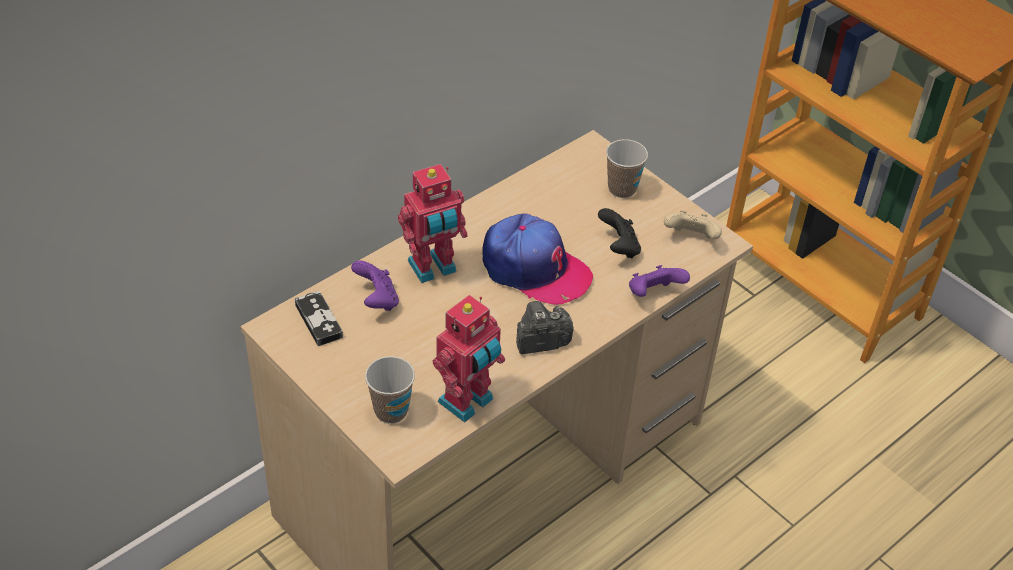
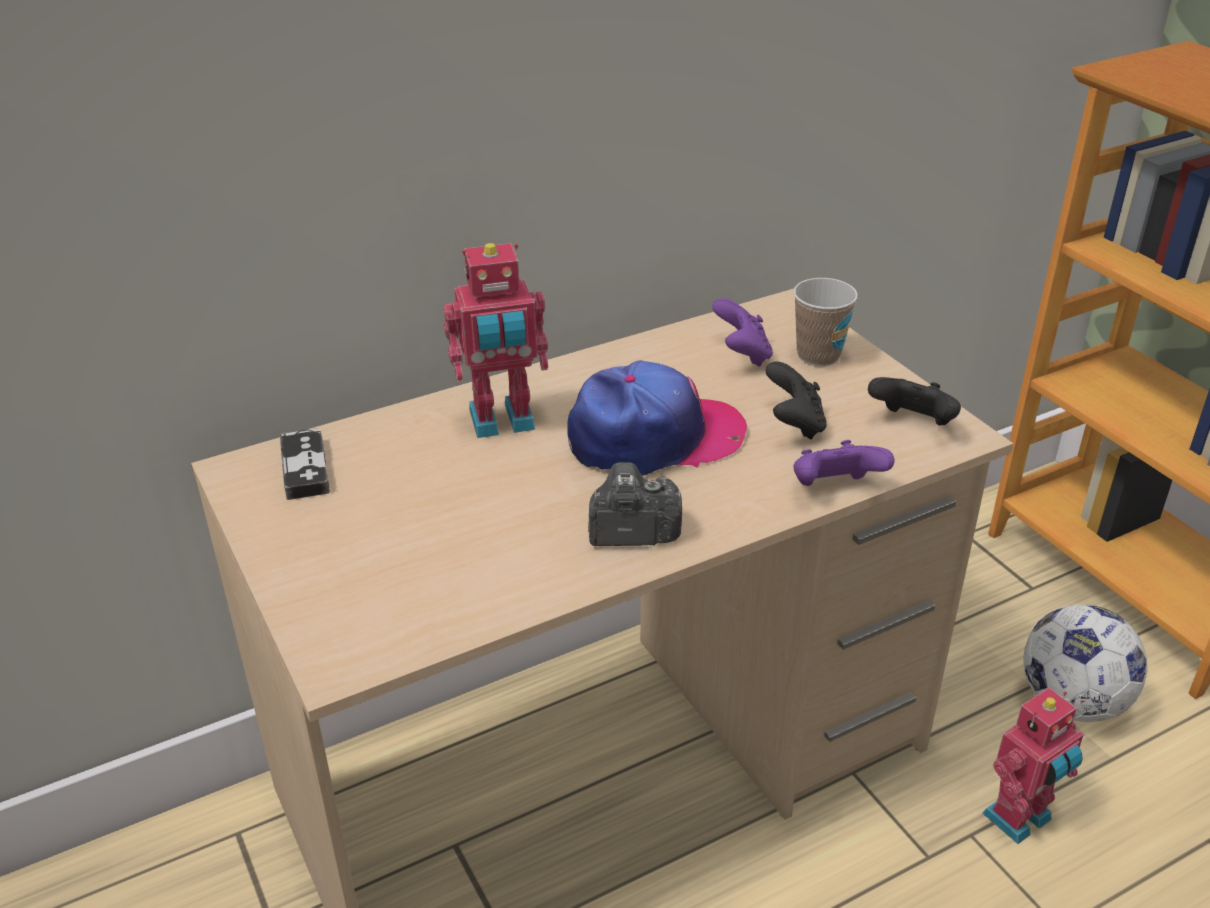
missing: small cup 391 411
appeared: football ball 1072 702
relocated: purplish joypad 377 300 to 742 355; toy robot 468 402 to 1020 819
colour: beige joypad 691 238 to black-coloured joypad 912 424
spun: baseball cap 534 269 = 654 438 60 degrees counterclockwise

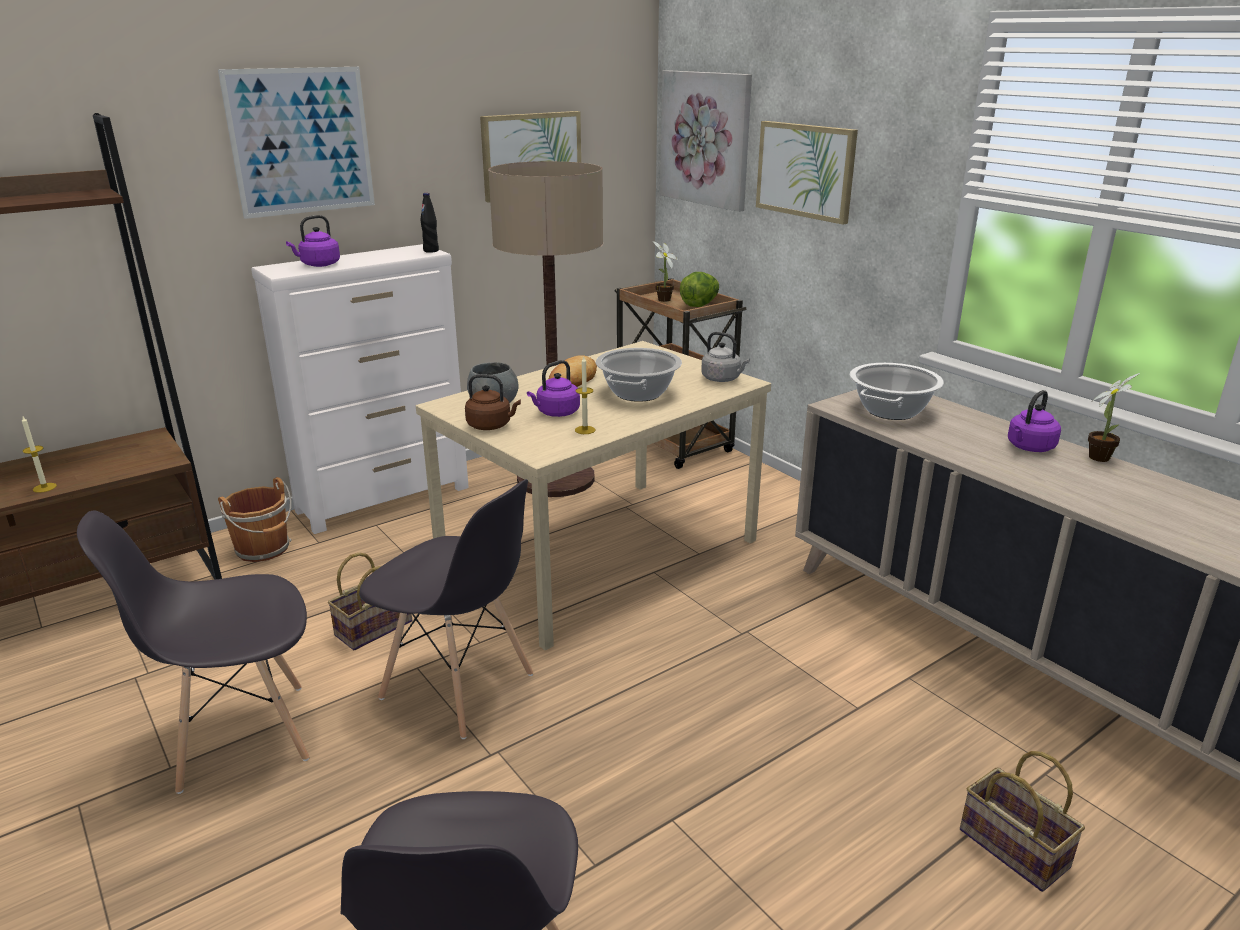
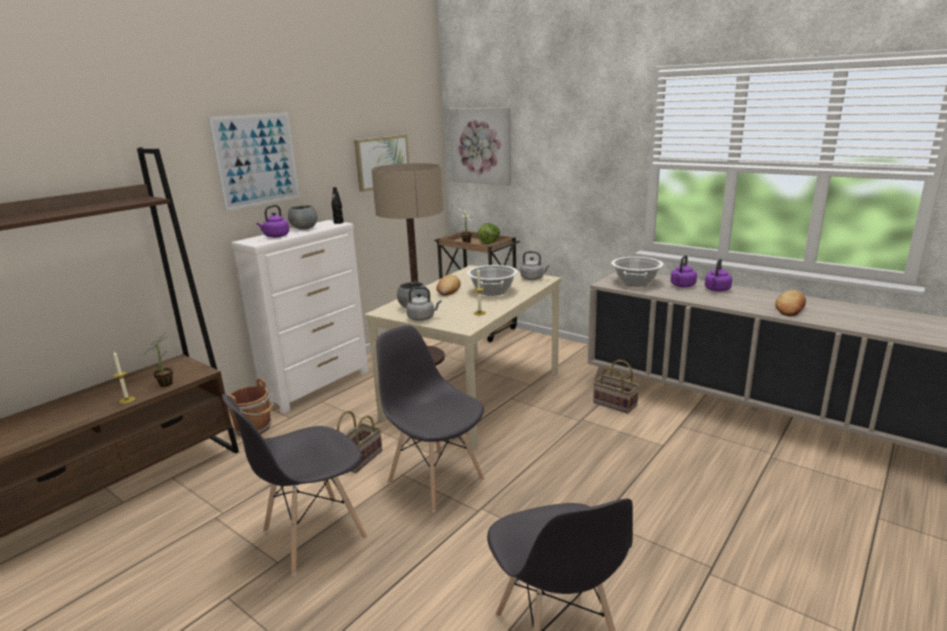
missing: picture 805 170
appeared: grey serving bowl 304 228; baked bread 790 307
relocated: purplish tea kettle 556 413 to 682 286; plant in a pot 1100 456 to 168 383; basket 1010 847 to 613 404
colour: brown-coloured tea kettle 491 426 to grey tea kettle 422 318
spun: grey upright chair 458 687 = 435 480 150 degrees counterclockwise

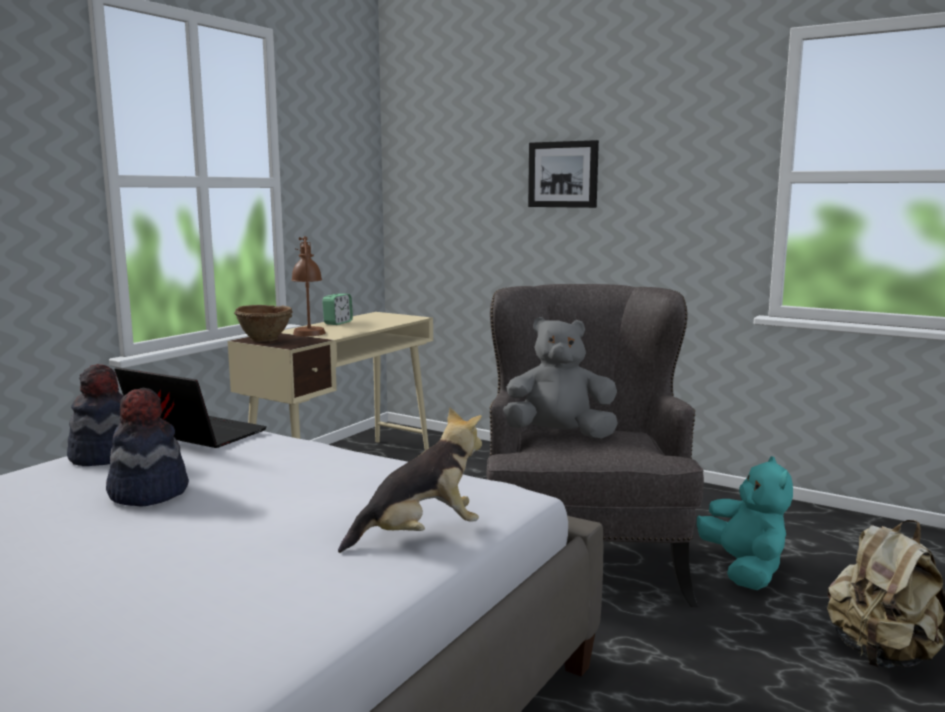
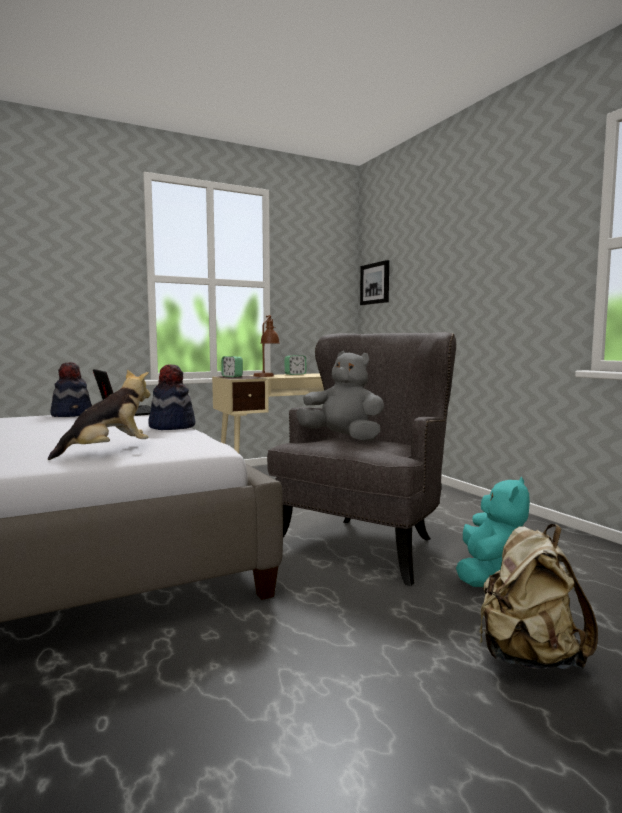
relocated: picture 563 174 to 375 283; wearable hat 147 492 to 171 427
exchanged: brown-coloured serving bowl 265 339 to table clock 232 376
spun: cuddly toy 420 535 = 108 451 45 degrees counterclockwise

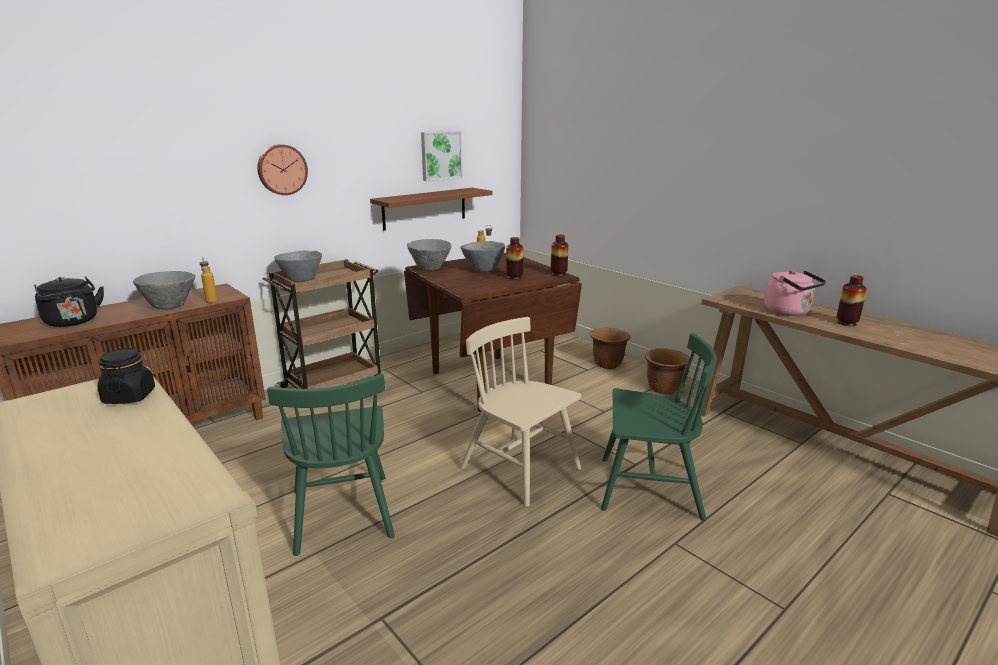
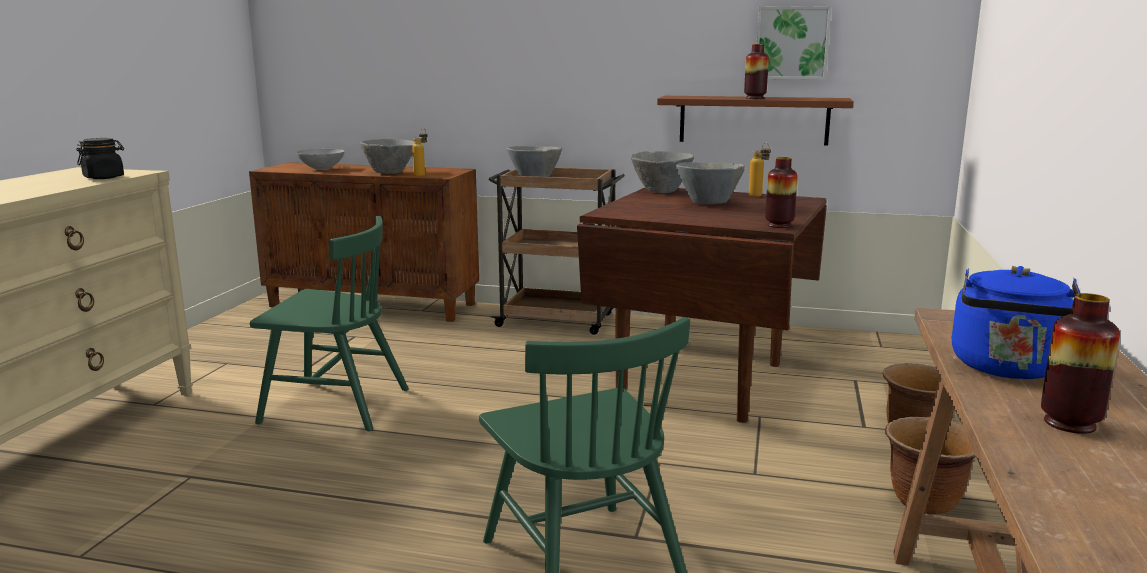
missing: clock on the wall 281 169; beige upright chair 520 469
relocated: decorative vase 514 277 to 755 98
exchanged: black-coloured tea kettle 73 322 to grey serving bowl 321 169
colour: pinkish tea kettle 789 312 to bluish tea kettle 1008 369
spun: green-coloured upright chair 342 513 = 334 405 120 degrees counterclockwise

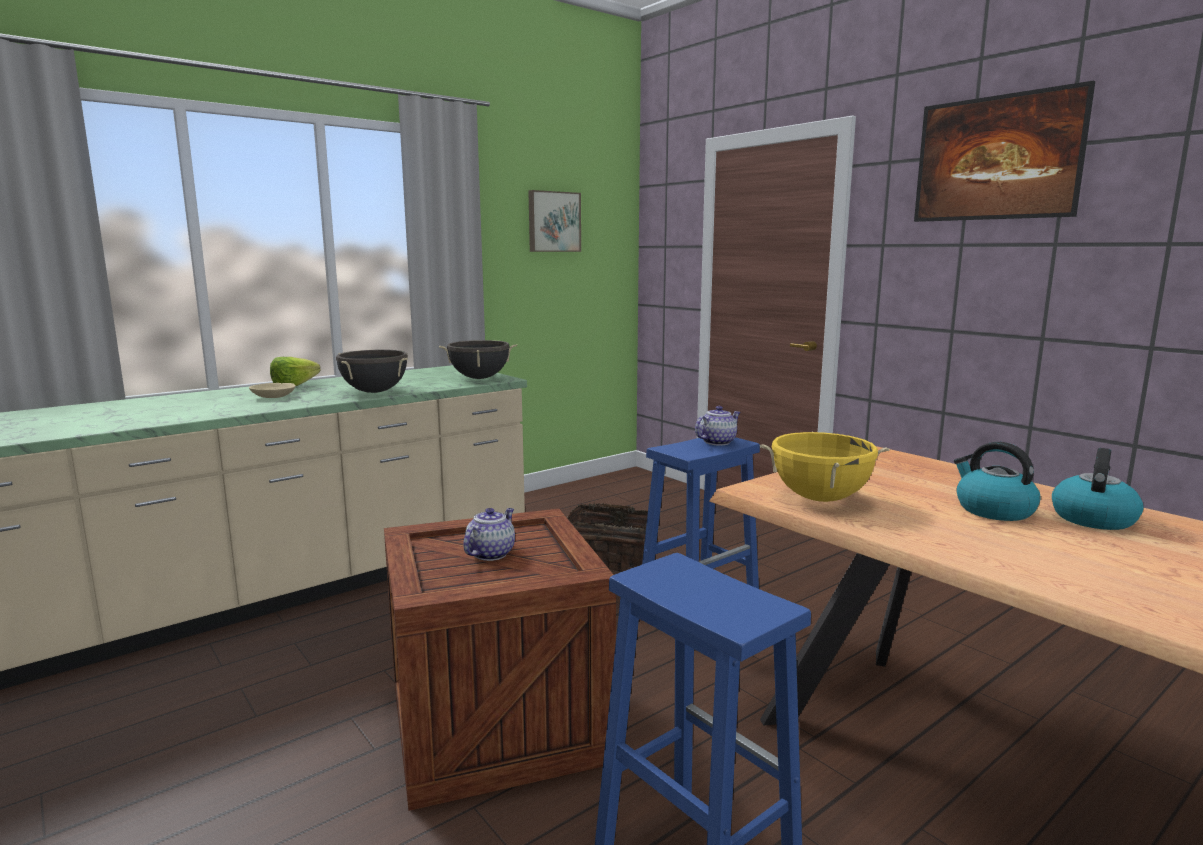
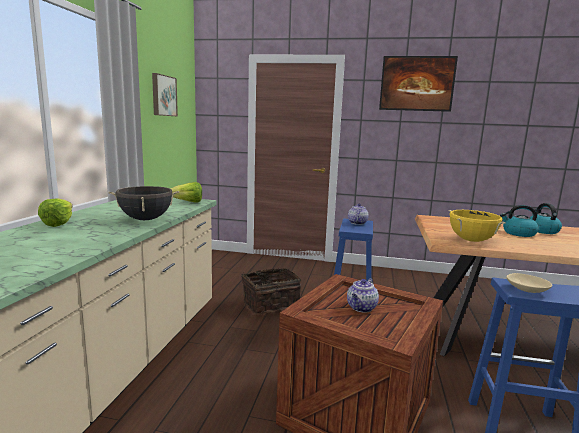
relocated: beige serving bowl 274 396 to 526 289
exchanged: black-coloured cooking pot 479 378 to lettuce head 185 202
spun: teapot 490 553 = 361 308 135 degrees counterclockwise

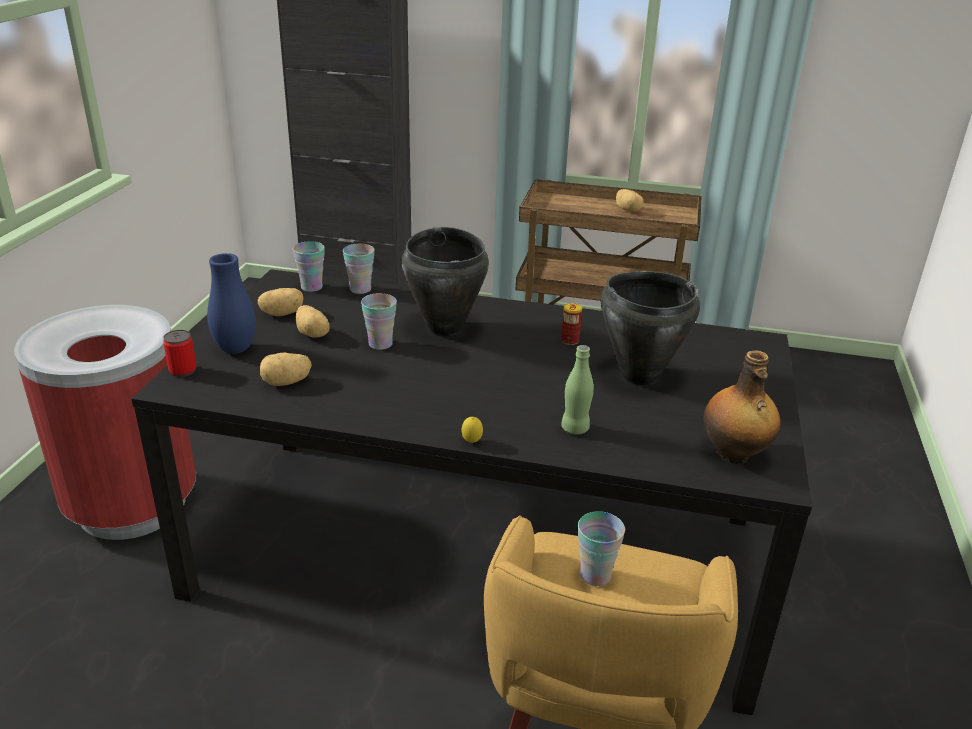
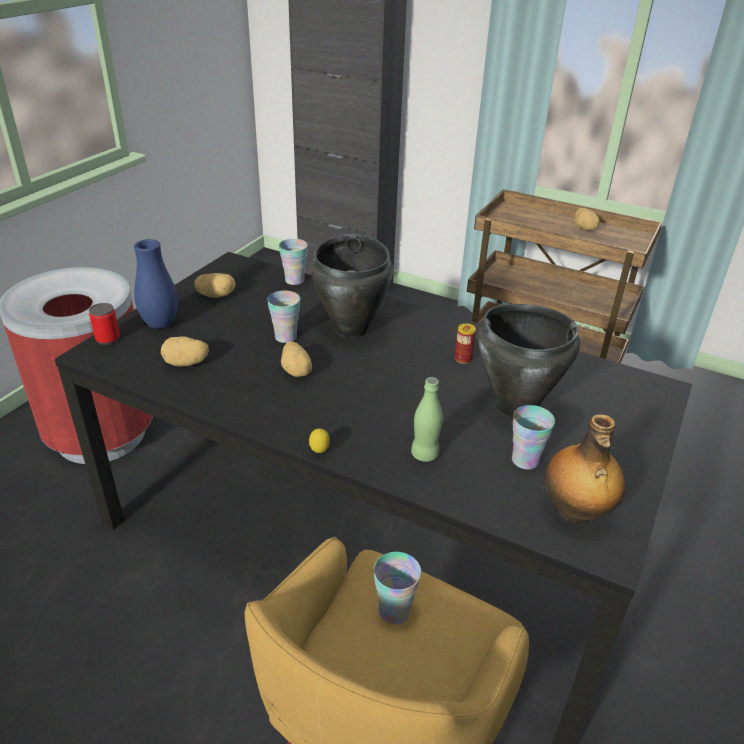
relocated: small cup 311 287 to 525 460; whole potato 313 334 to 297 371

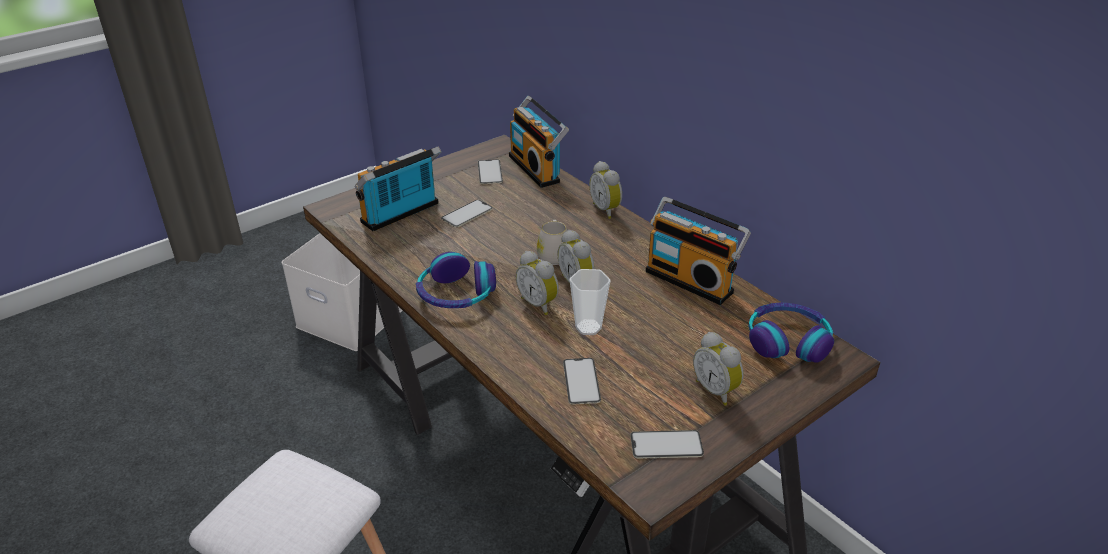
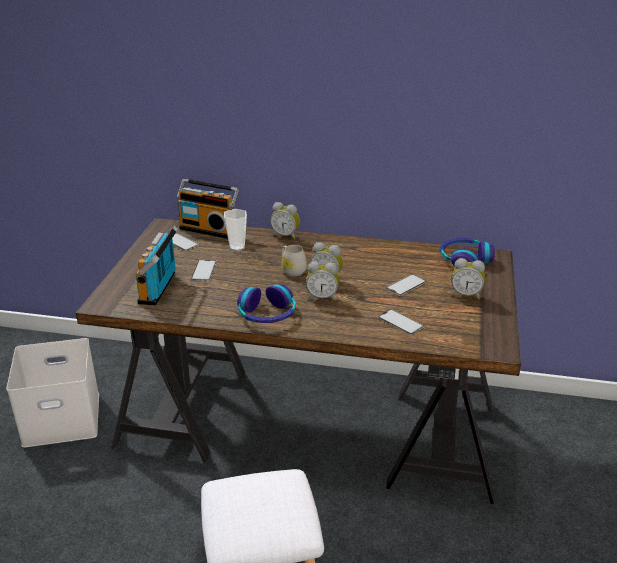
missing: radio receiver 691 280
relocated: small cup 588 327 to 237 247; phone 666 445 to 406 285

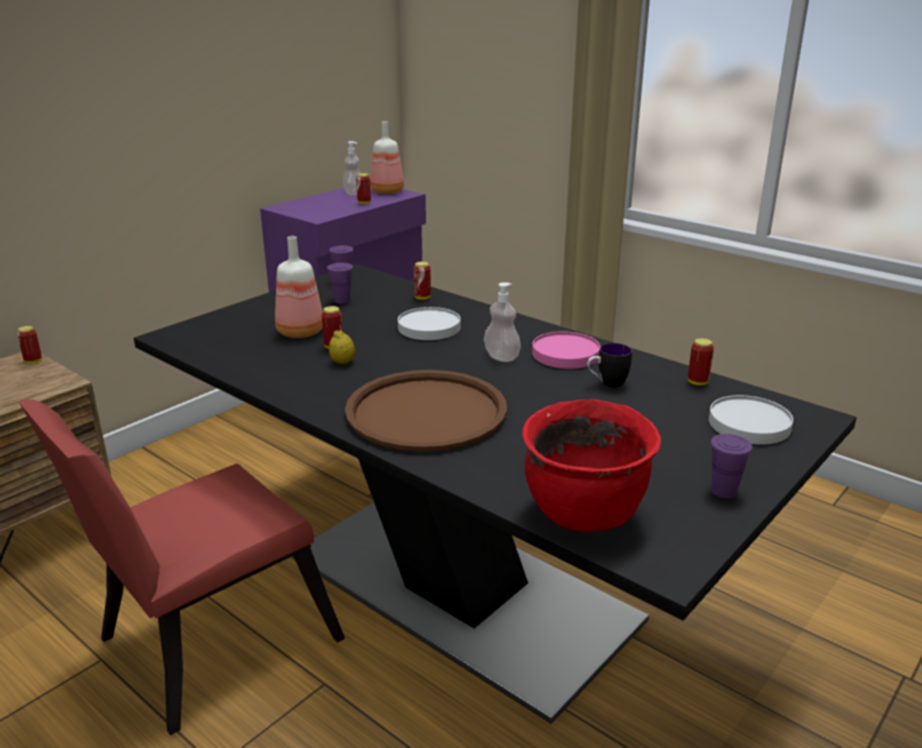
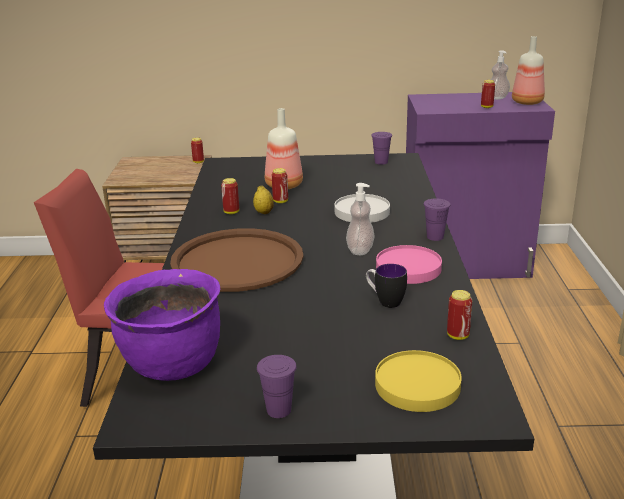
relocated: sealed can 422 298 to 231 212; purplish small cup 342 300 to 435 237
colour: whitish dinner plate 749 424 to yellowish dinner plate 416 385; reddish cooking pot 584 514 to purplish cooking pot 172 365

